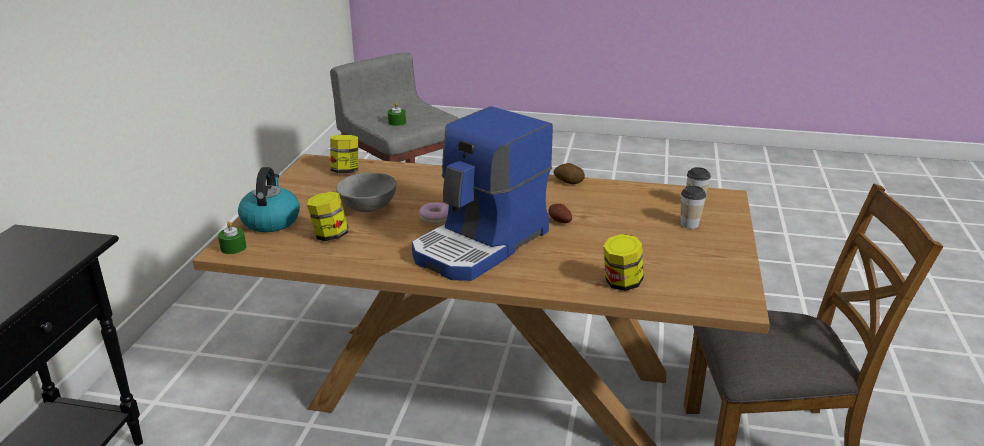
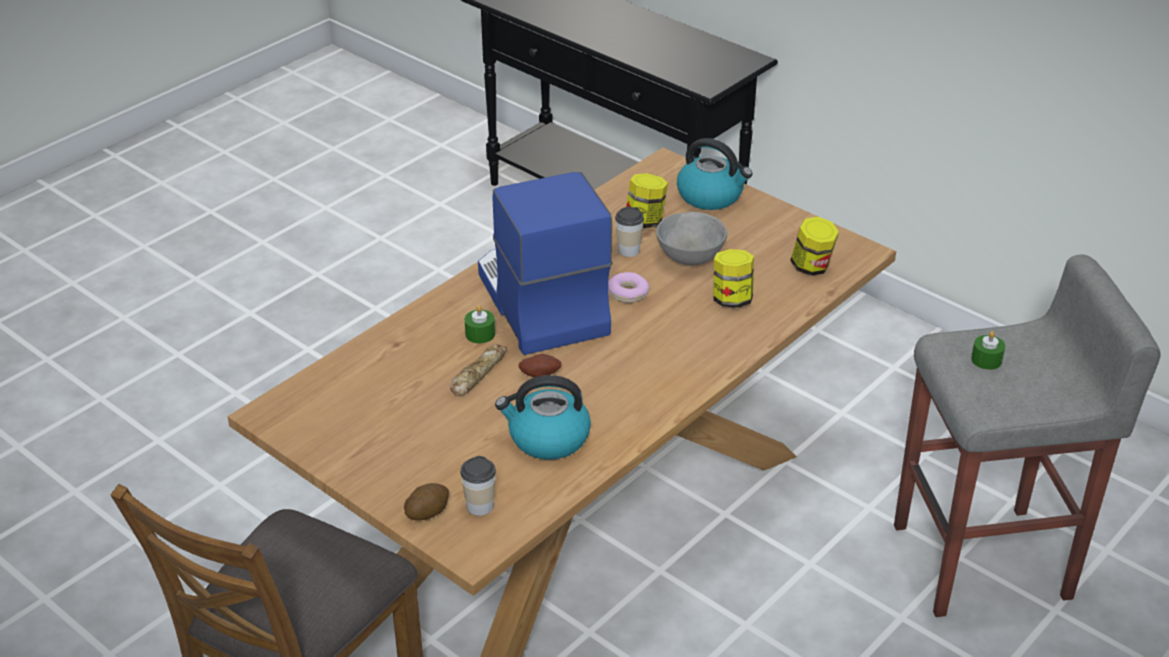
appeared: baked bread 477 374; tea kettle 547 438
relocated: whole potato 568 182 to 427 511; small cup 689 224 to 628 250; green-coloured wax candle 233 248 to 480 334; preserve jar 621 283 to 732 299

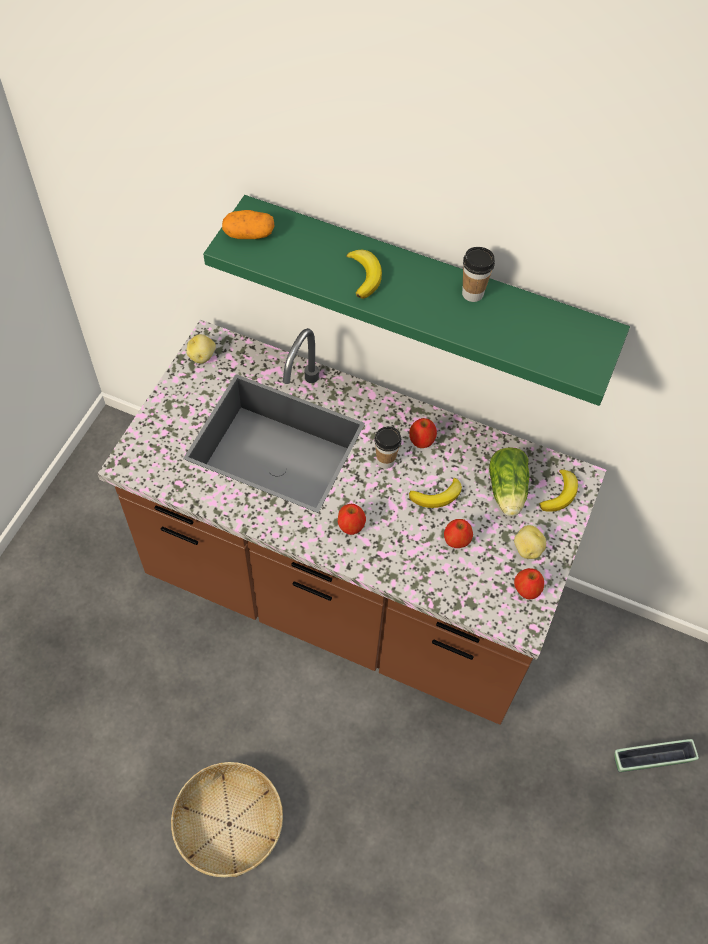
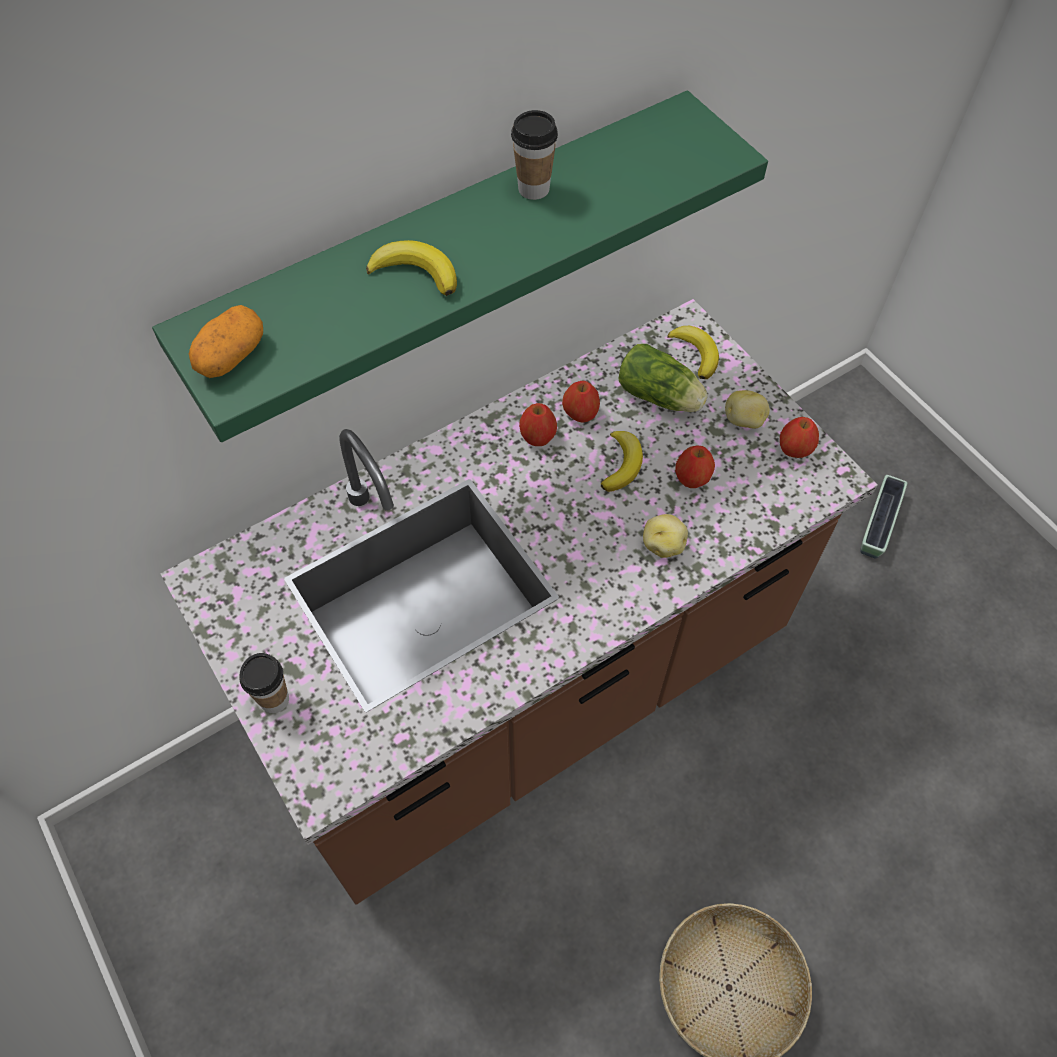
relocated: whole potato 202 356 to 663 544; small cup 385 461 to 274 699; apple 351 526 to 580 414

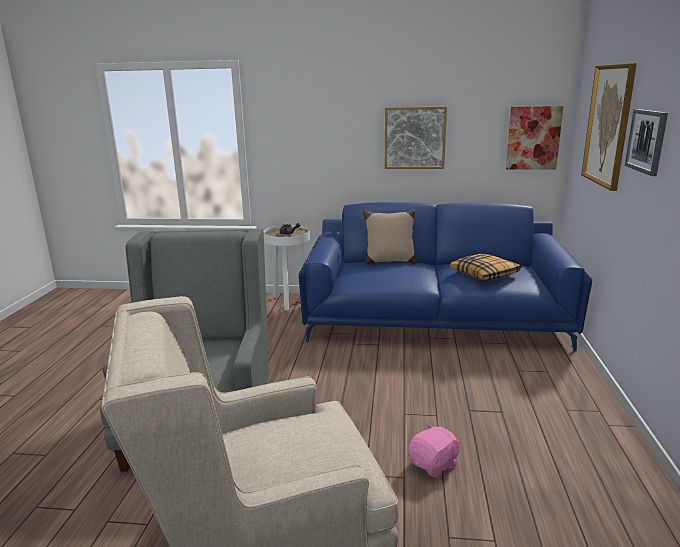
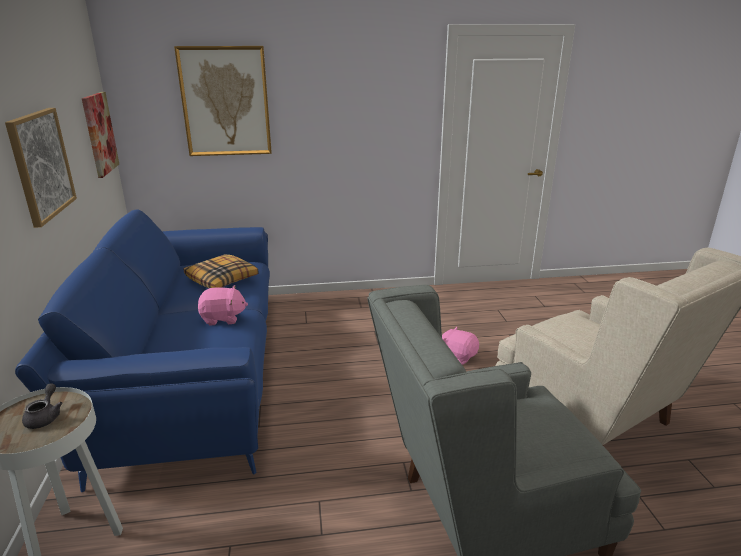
missing: picture 647 141; beige throw pillow 389 261
appeared: pinkish cuddly toy 223 318

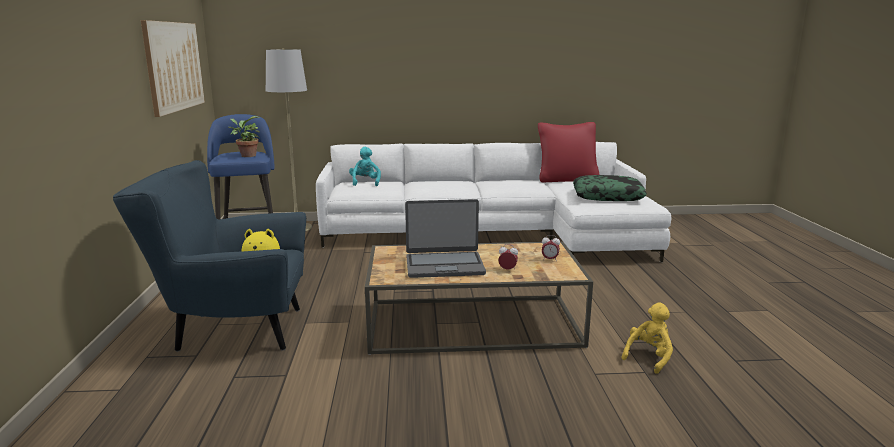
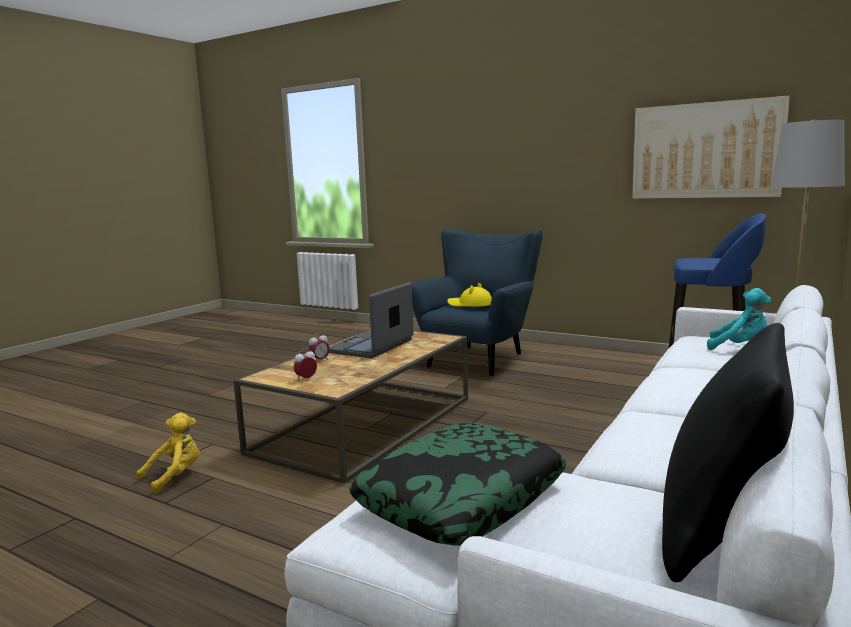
missing: plant in a pot 246 156
colour: reddish throw pillow 566 179 to black-coloured throw pillow 720 534
spun: yellowish cuddly toy 649 357 = 175 476 120 degrees counterclockwise

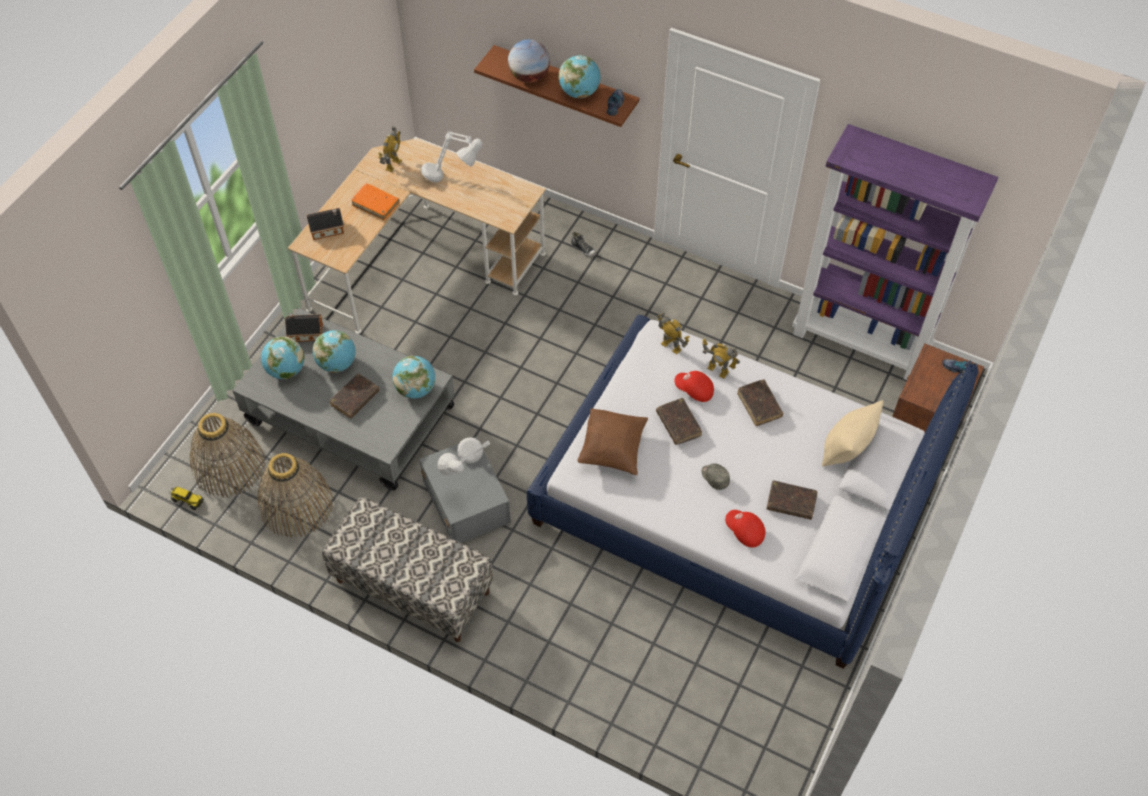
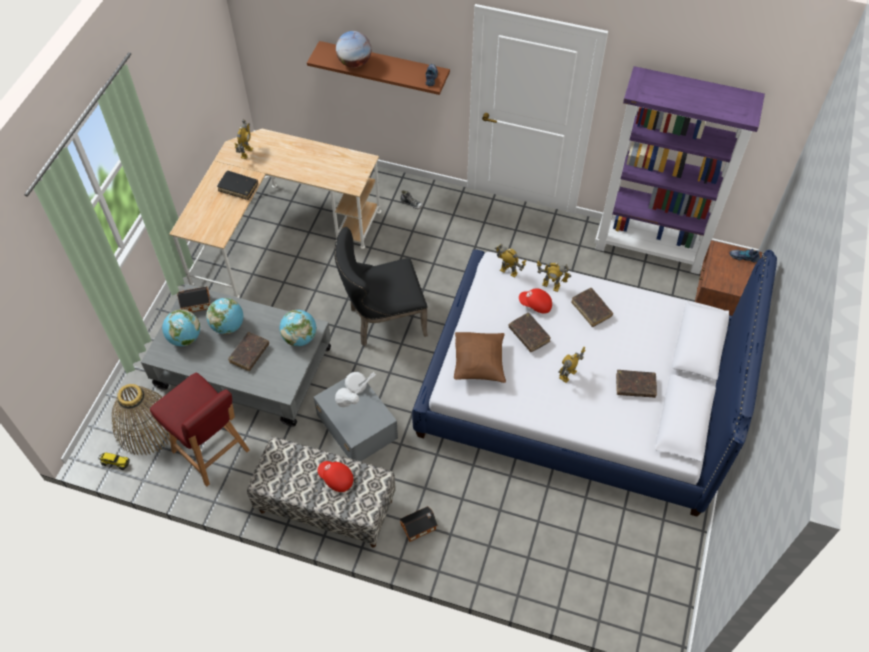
missing: desk globe 579 93; grey lamp for a table 453 181; beige throw pillow 846 449
appeared: black-coloured upright chair 382 320
relocated: miniature house 328 229 to 420 527; reddish baseball cap 744 532 to 336 479
exchanged: basket 296 505 to reddish upright chair 212 452; grey baseball cap 714 478 to toy robot 568 375
colour: orange-coloured bound book 376 205 to black-coloured bound book 238 188

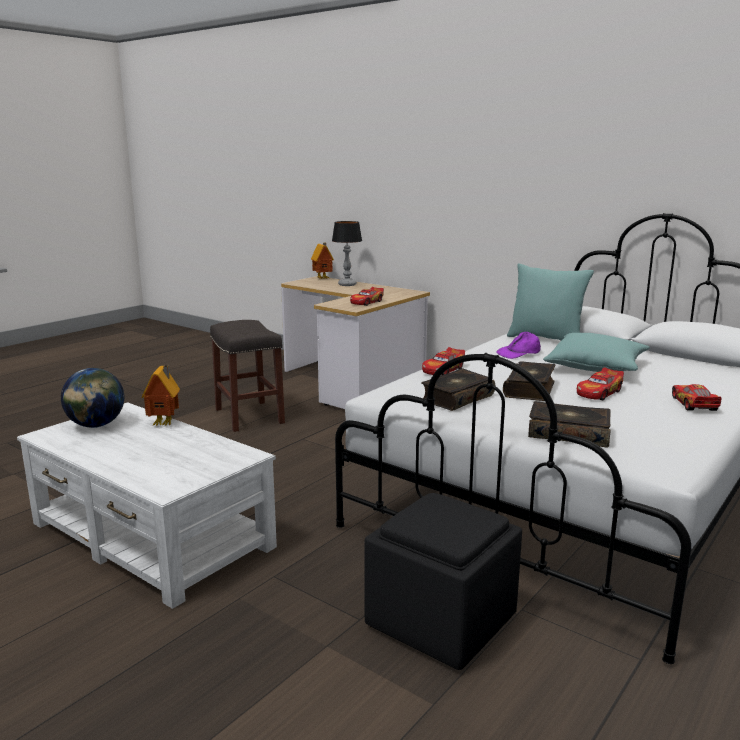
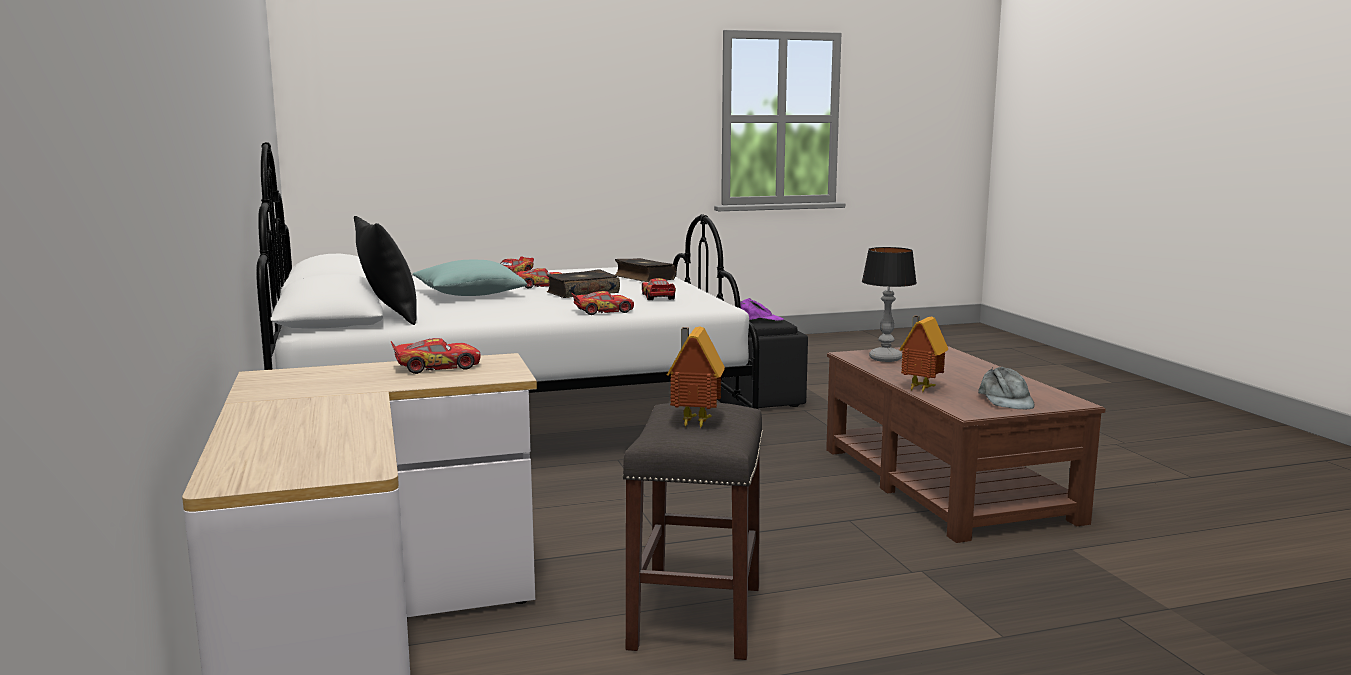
relocated: lamp for a table 347 284 to 886 359; miniature house 323 278 to 693 422; purplish baseball cap 519 353 to 759 319
exchanged: desk globe 96 425 to grey baseball cap 1005 400; bound book 456 398 to miniature car 657 297
colour: turquoise throw pillow 546 338 to black-coloured throw pillow 388 317; whitish low table 151 536 to brown-coloured low table 946 483

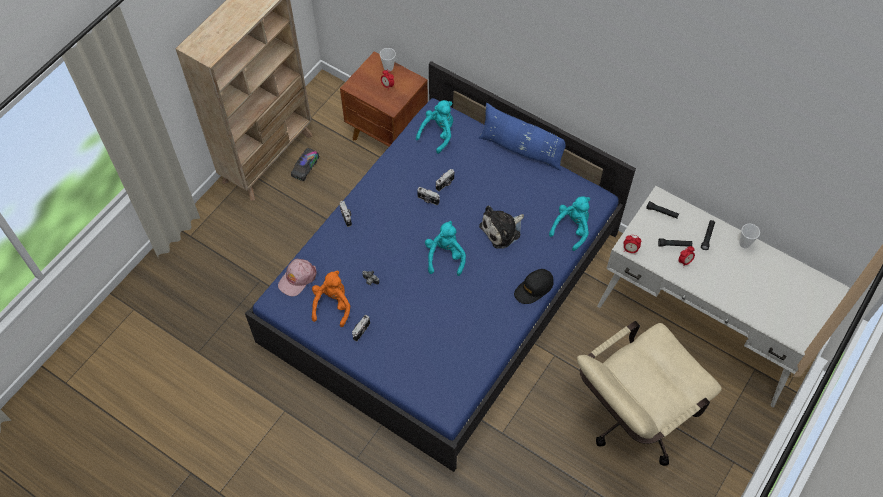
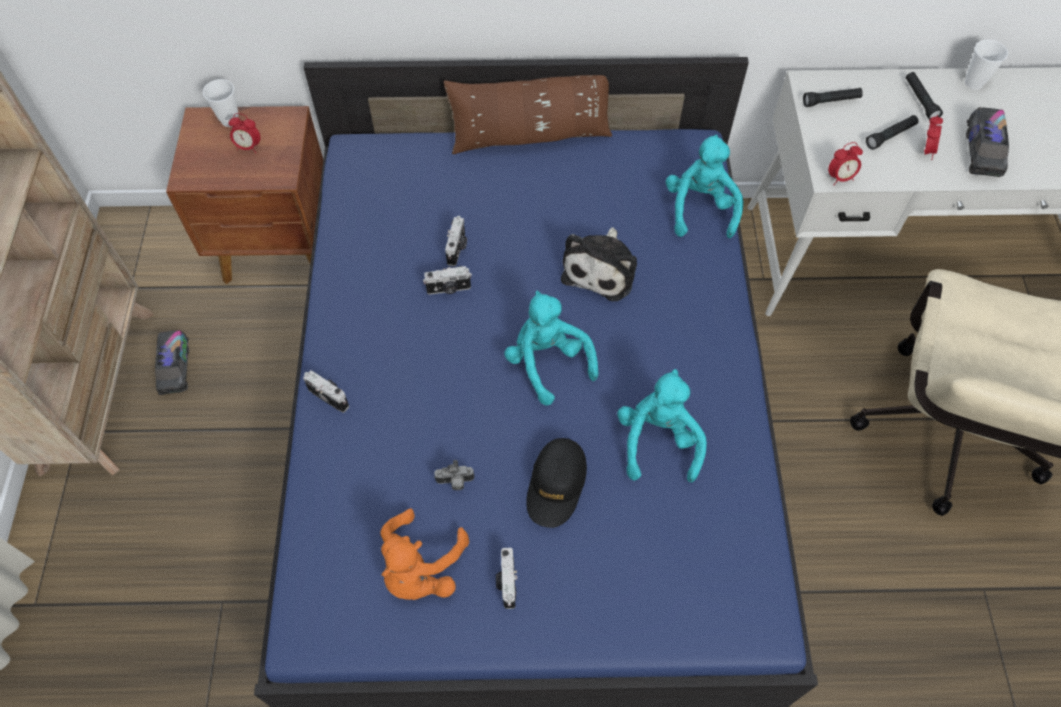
missing: pinkish baseball cap 297 279
appeared: model truck 982 152
relocated: turquoise cuddly toy 438 134 to 658 440; black-coloured baseball cap 533 288 to 556 485
colour: bluish throw pillow 521 149 to brown-coloured throw pillow 530 137
spun: orange-coloured cuddly toy 332 305 = 420 569 135 degrees counterclockwise

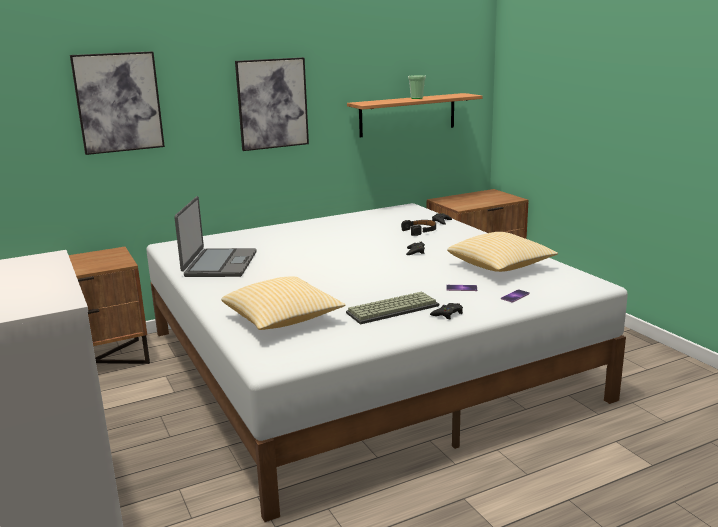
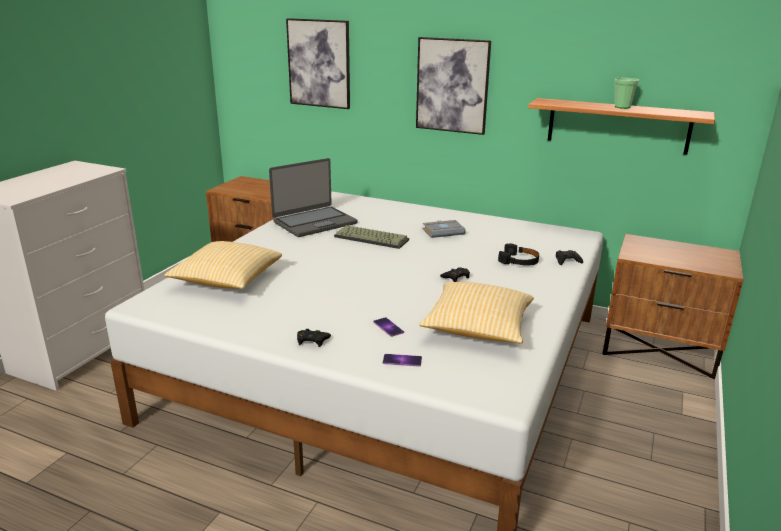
appeared: grey bound book 443 231
relocated: computer keyboard 393 308 to 372 238

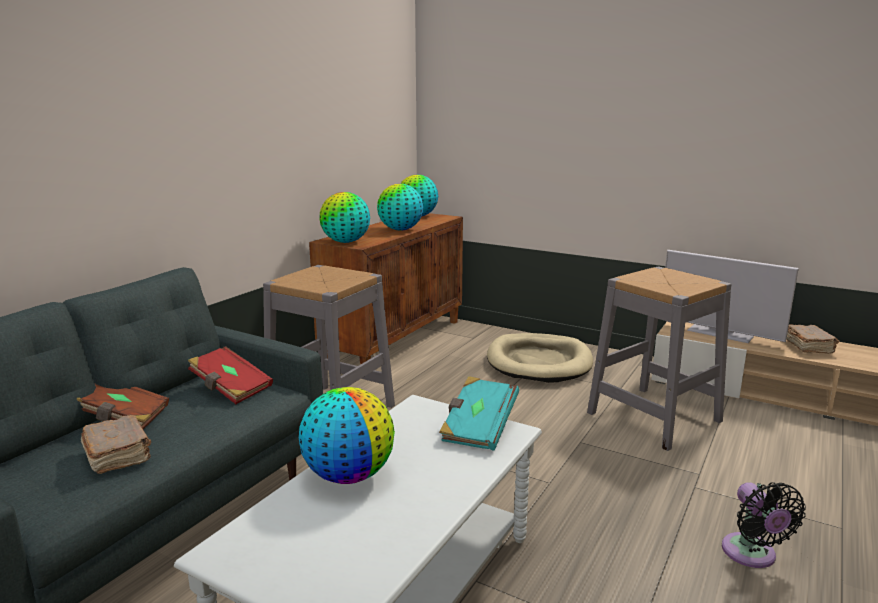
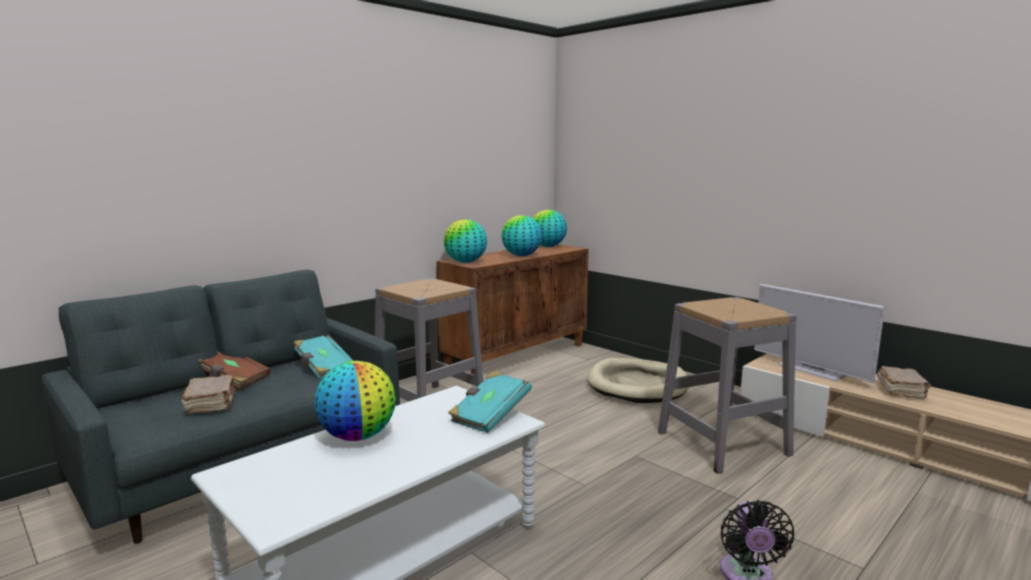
colour: reddish bound book 231 388 to turquoise bound book 324 368

